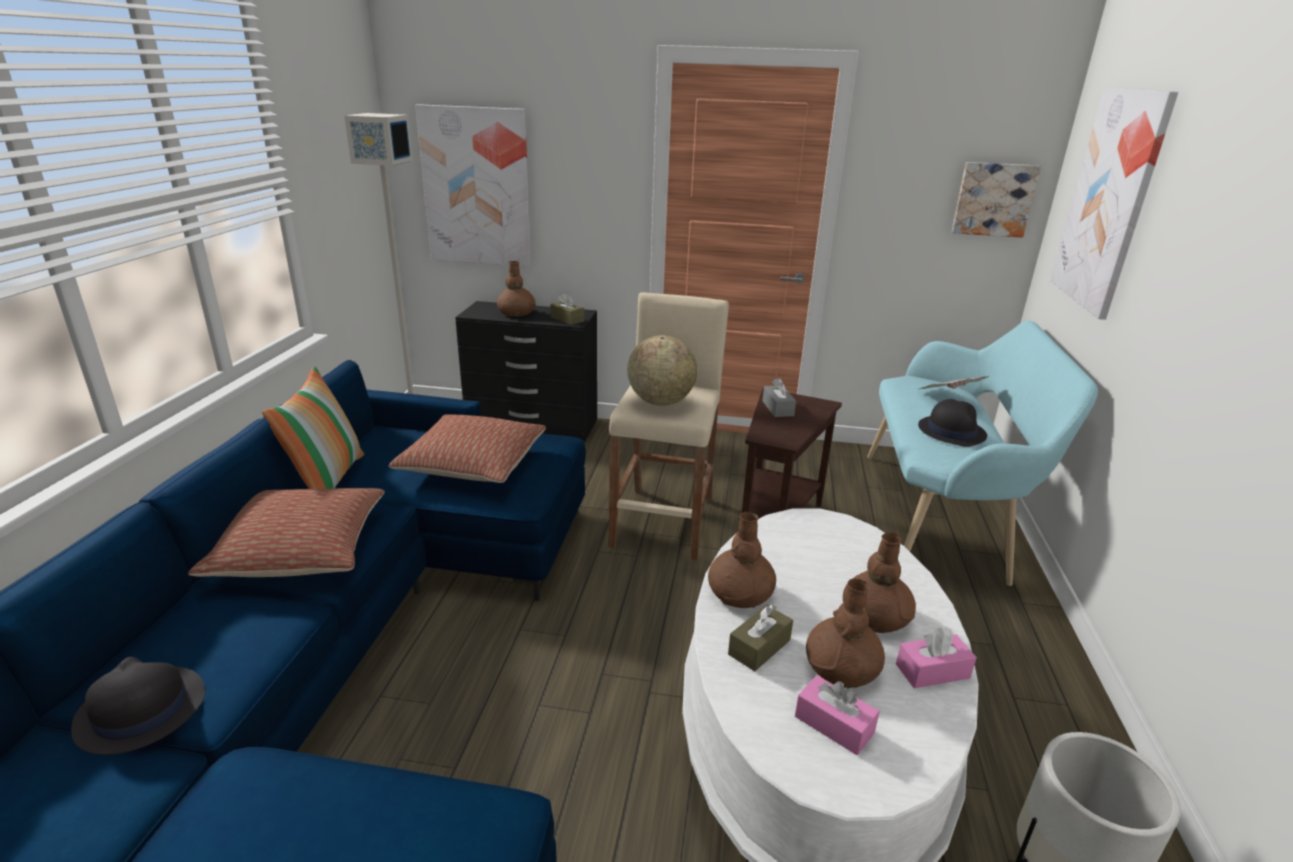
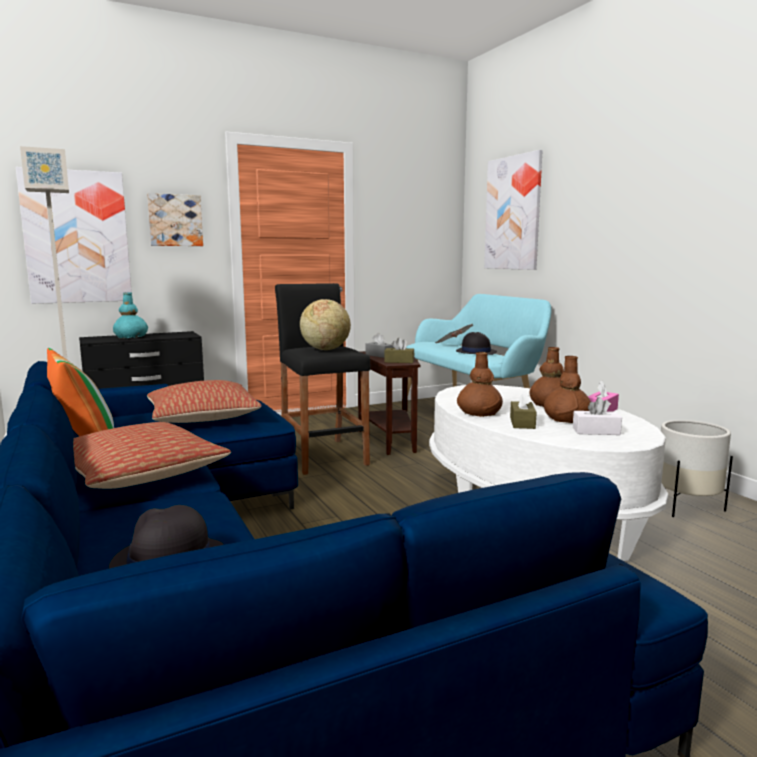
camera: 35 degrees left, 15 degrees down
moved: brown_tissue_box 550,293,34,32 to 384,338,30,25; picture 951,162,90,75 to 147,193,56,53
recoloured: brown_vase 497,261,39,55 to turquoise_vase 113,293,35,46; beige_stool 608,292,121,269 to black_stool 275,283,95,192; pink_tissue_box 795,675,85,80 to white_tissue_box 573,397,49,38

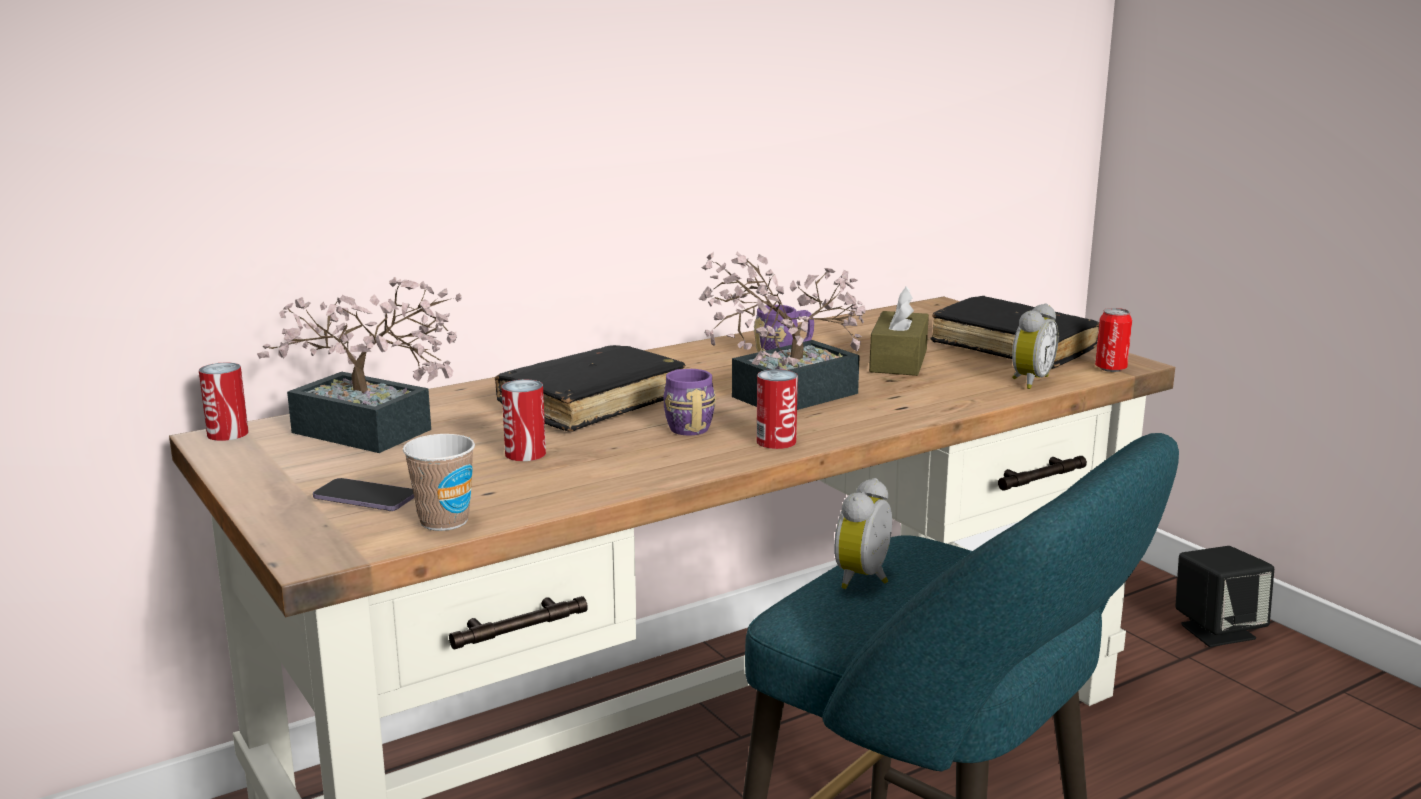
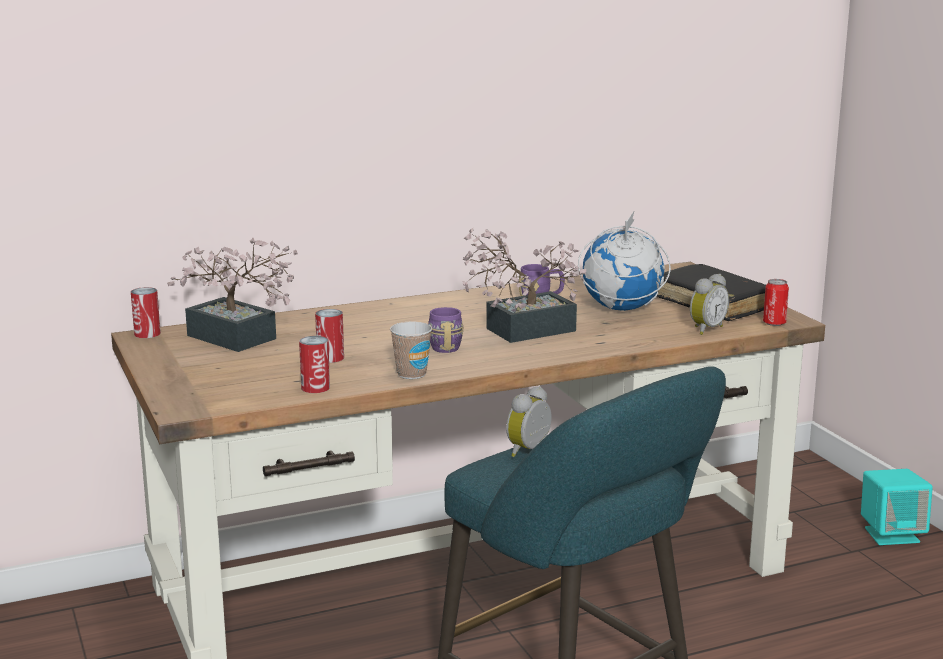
camera: 10 degrees right, 0 degrees up
removed: phone 313,478,101,33; black_book 495,345,191,87
moved: cup 403,434,72,97 to 390,322,42,57; can 756,369,42,80 to 299,336,31,57
replaced: brown_tissue_box 869,287,60,89 to globe 578,210,93,101
recoloured: black_speaker 1175,546,99,101 to turquoise_speaker 861,469,72,76

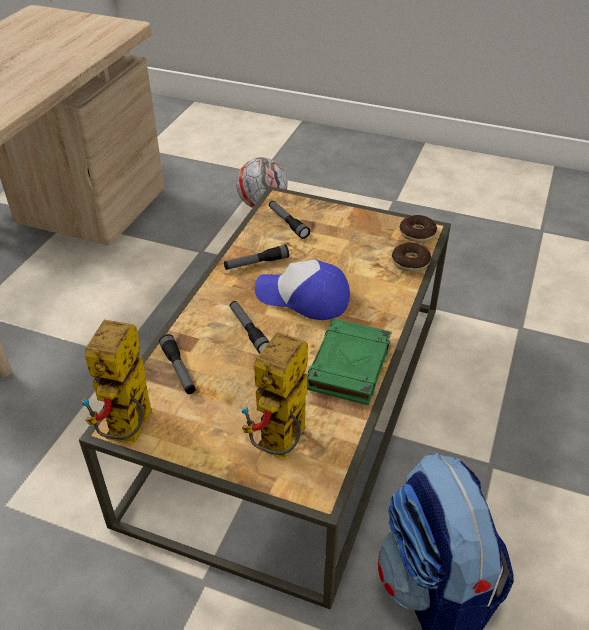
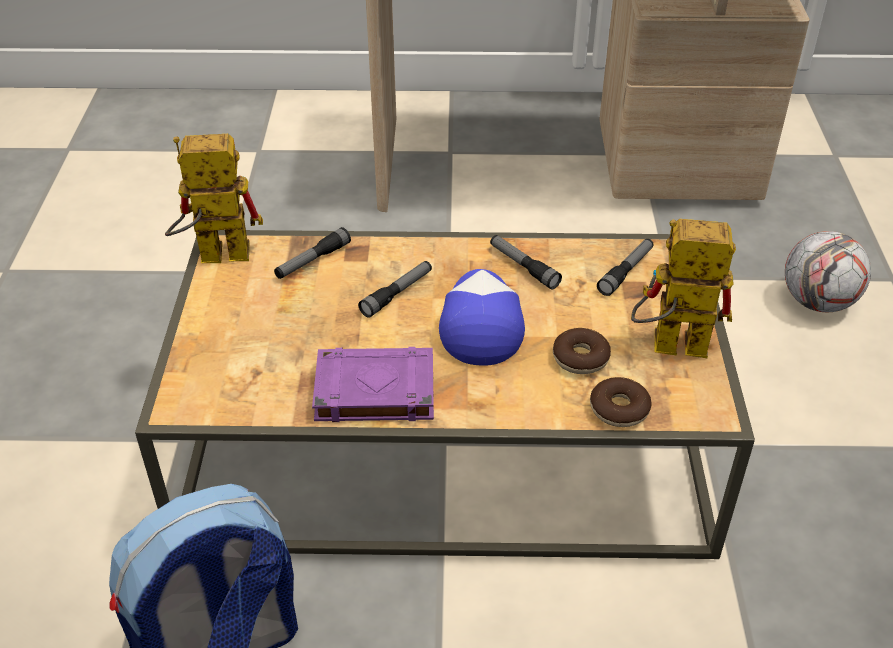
camera: 70 degrees right, 0 degrees up
moved: toy_robot 241,331,67,128 to 631,219,105,139; donut 400,215,37,28 to 553,328,58,46
recoloured: green_book 307,319,85,86 to purple_book 312,347,122,75

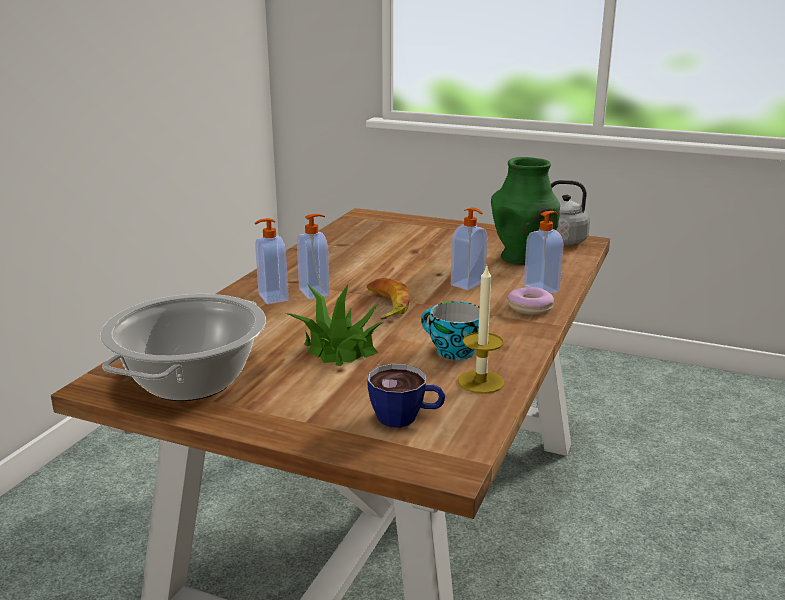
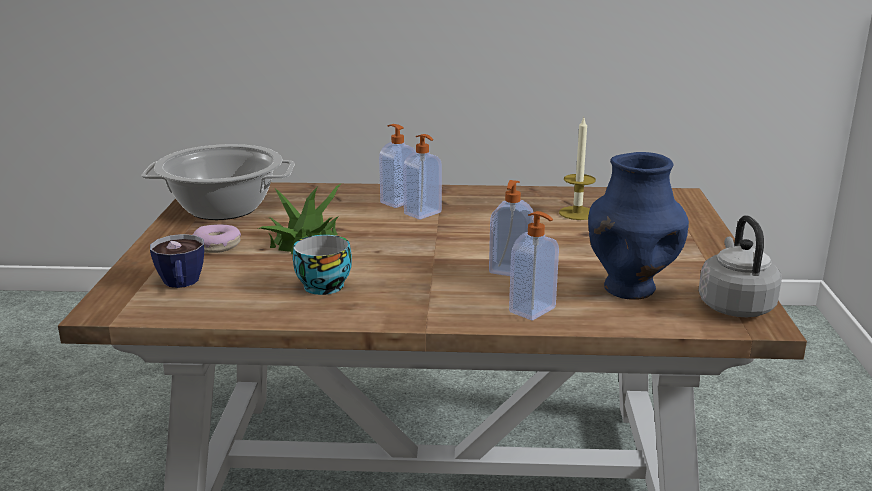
camera: 70 degrees right, 0 degrees up
removed: banana 367,278,43,42
moved: candle 458,264,46,130 to 559,118,37,102; donut 507,287,47,28 to 193,225,48,28
recoloured: green_vase 491,157,69,108 to blue_vase 588,152,101,148

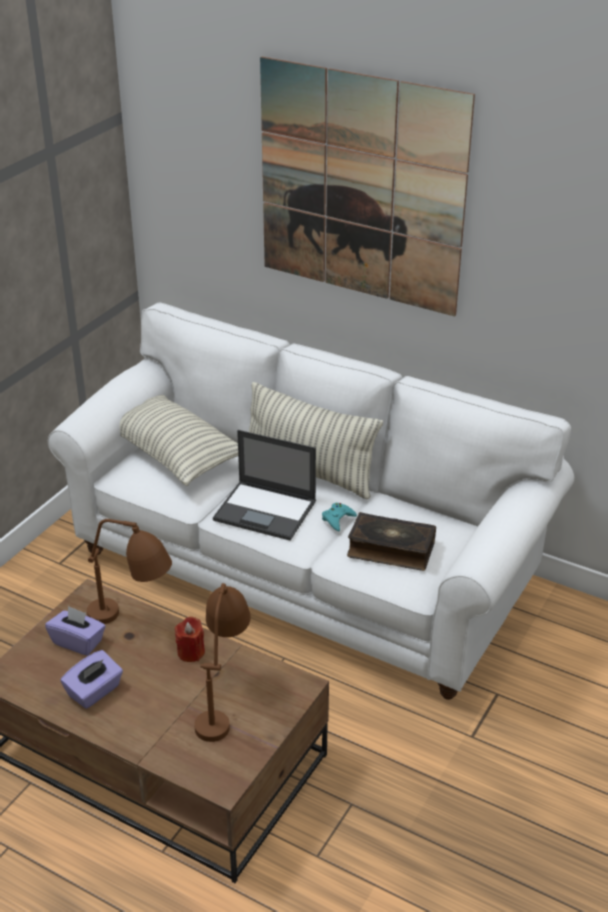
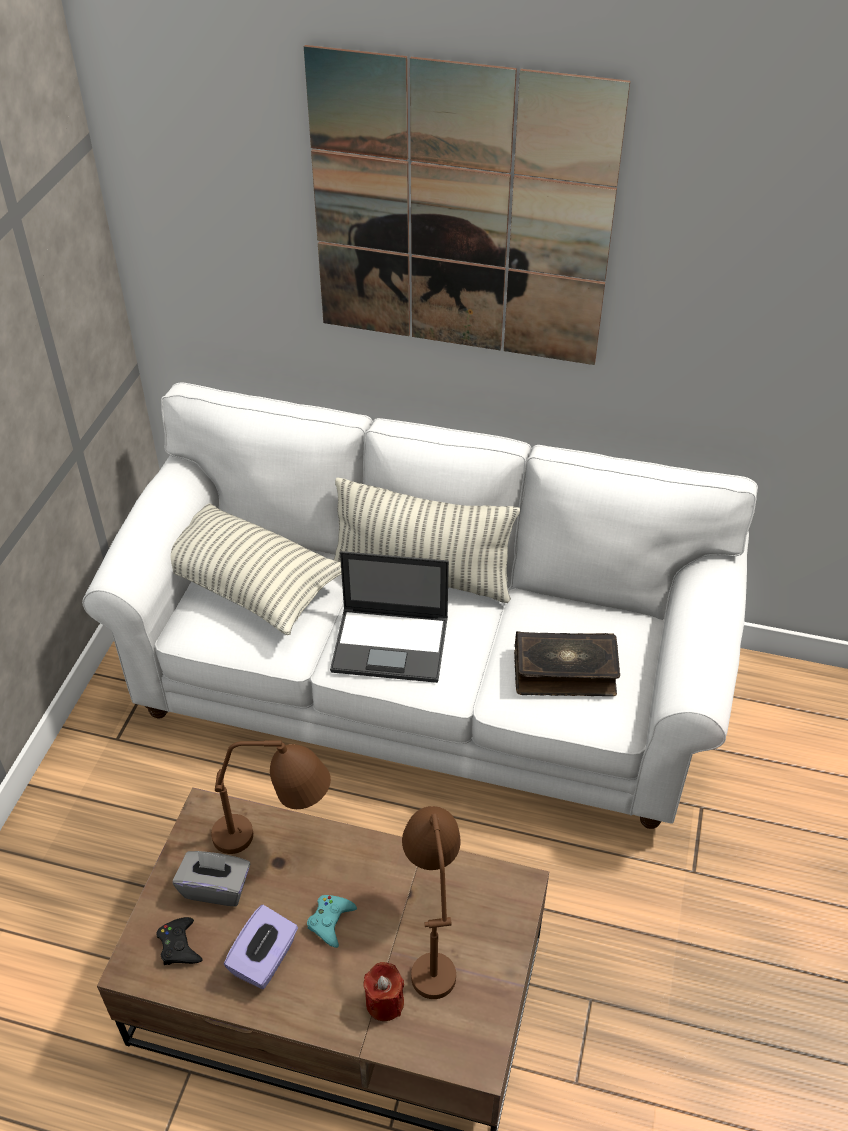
camera: 15 degrees left, 10 degrees up
added: black_game_controller 157,917,46,48
moved: red_candle 175,617,30,45 to 363,962,41,59; turquoise_game_controller 322,503,35,28 to 307,895,50,53
recoloured: purple_tissue_box 45,606,61,50 to grey_tissue_box 173,851,78,56

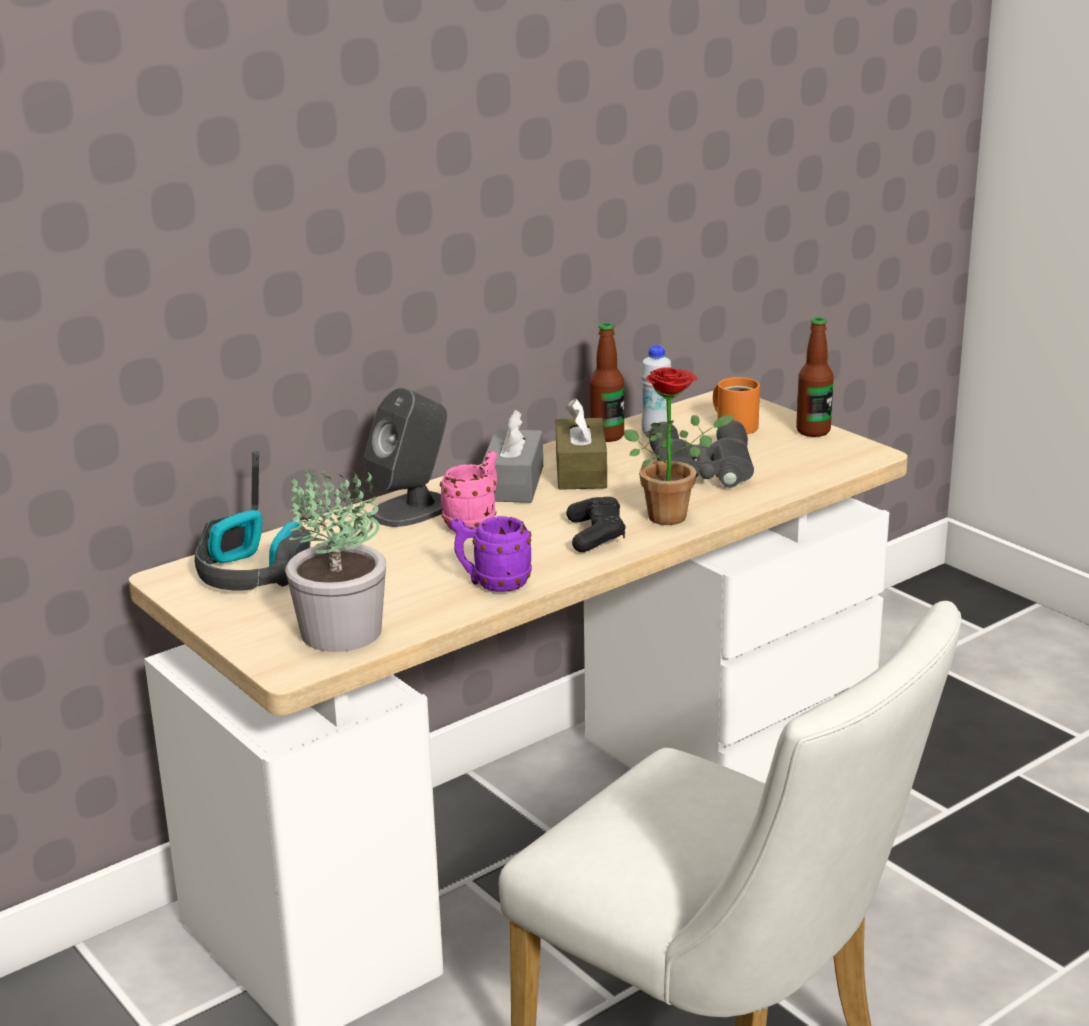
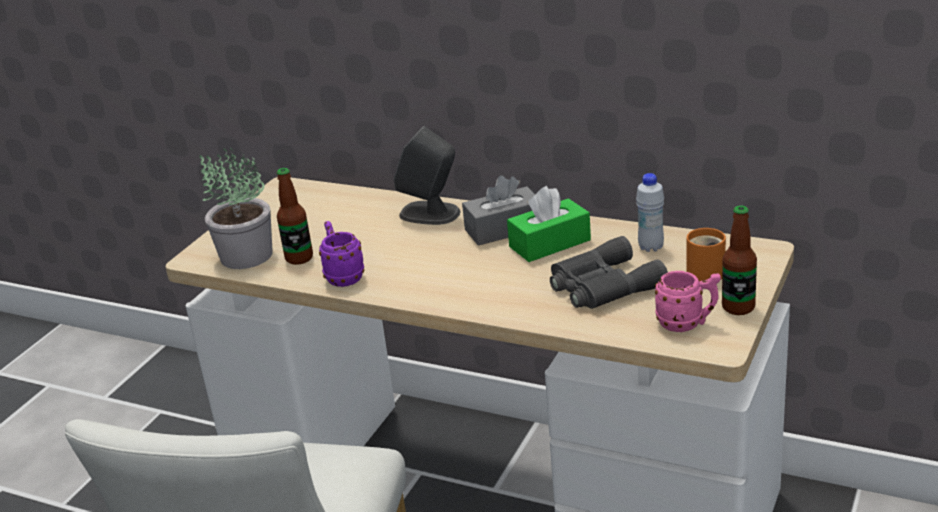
camera: 65 degrees right, 5 degrees up
removed: headphones 195,450,116,141; black_game_controller 566,497,59,55; potted_plant 624,367,110,158
moved: pink_mug 440,451,57,81 to 655,271,66,61; bottle 590,323,34,119 to 277,168,36,97
recoloured: brown_tissue_box 555,398,52,92 to green_tissue_box 507,186,84,76

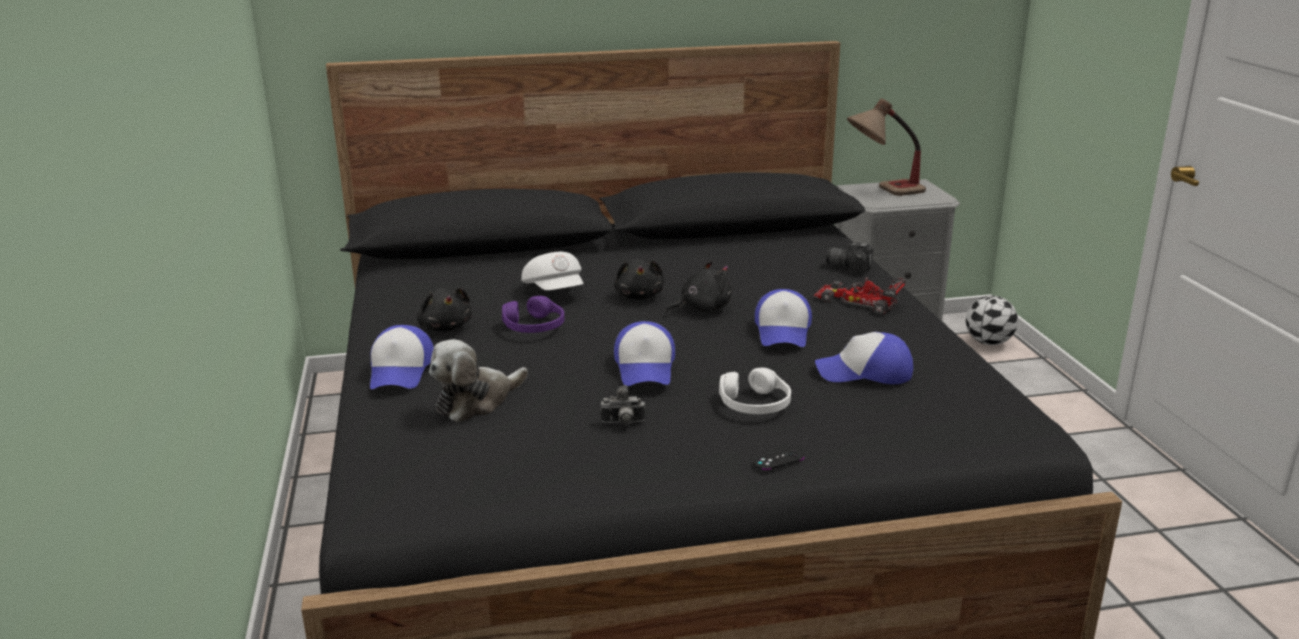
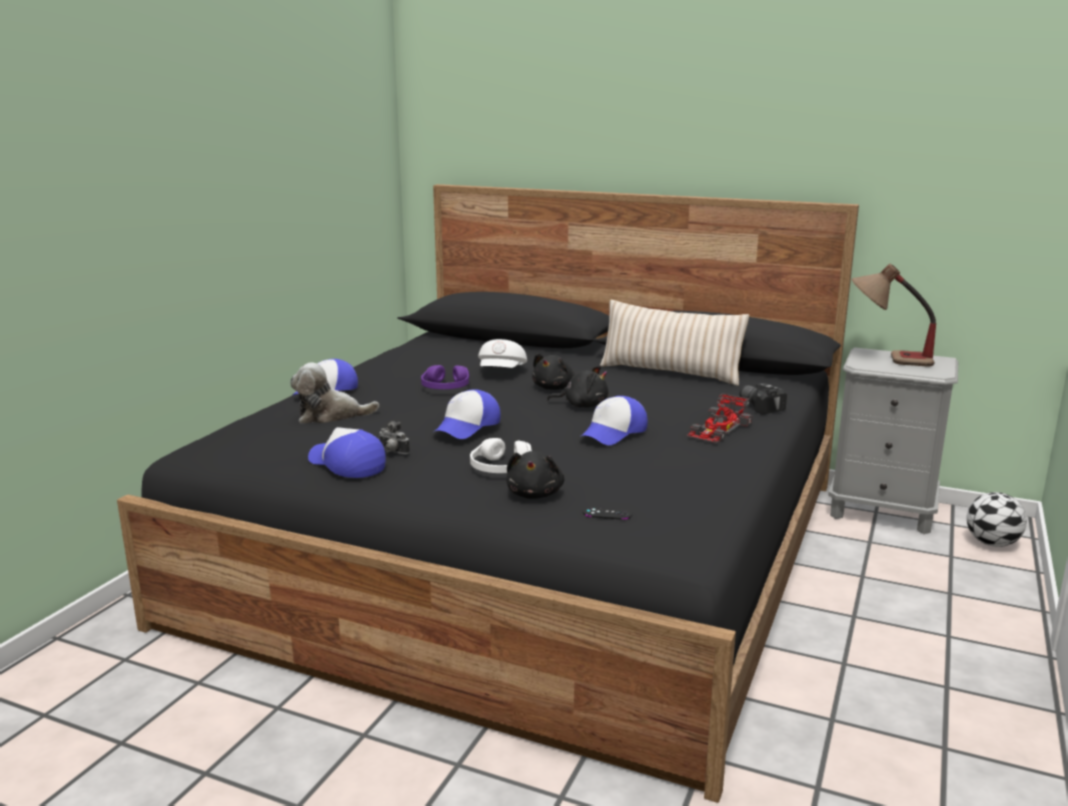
camera: 35 degrees right, 5 degrees down
added: beige_pillow 600,300,149,86
moved: black_plush_toy 417,288,55,44 to 506,451,59,48; black_game_controller 753,448,52,22 to 583,507,49,13; cap 815,332,98,52 to 308,427,78,51
turned: toy_car 813,277,93,38 = 687,393,65,50 120 degrees counterclockwise

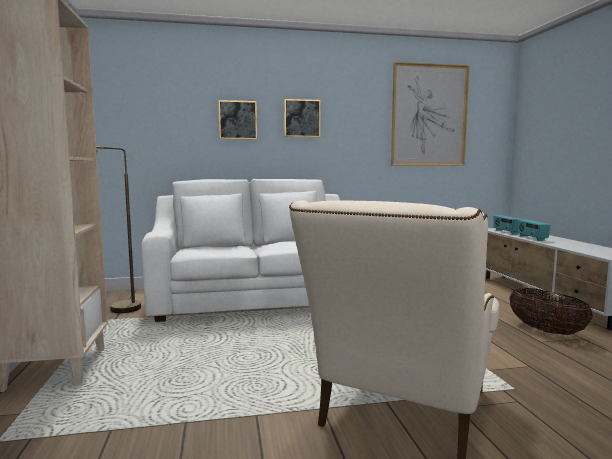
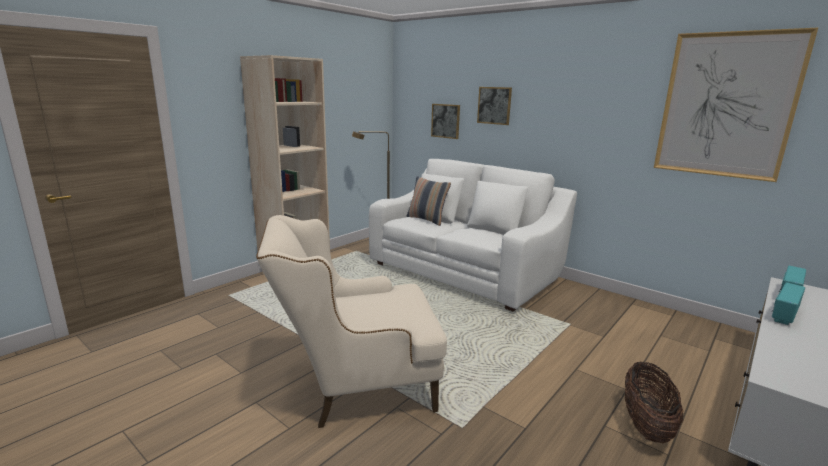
camera: 50 degrees right, 10 degrees up
added: pillow 407,176,44,50
moved: picture 284,99,37,38 to 431,104,29,35

